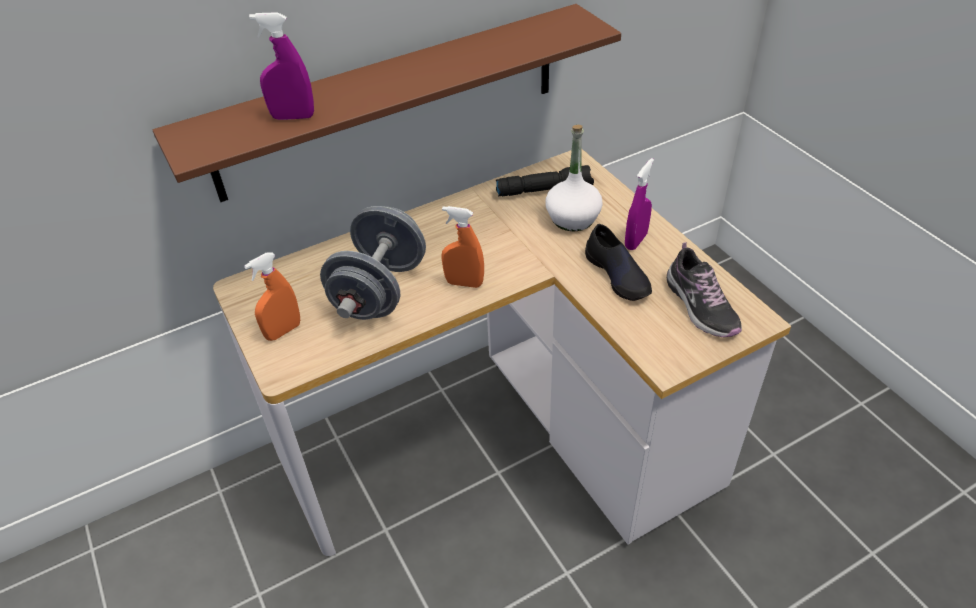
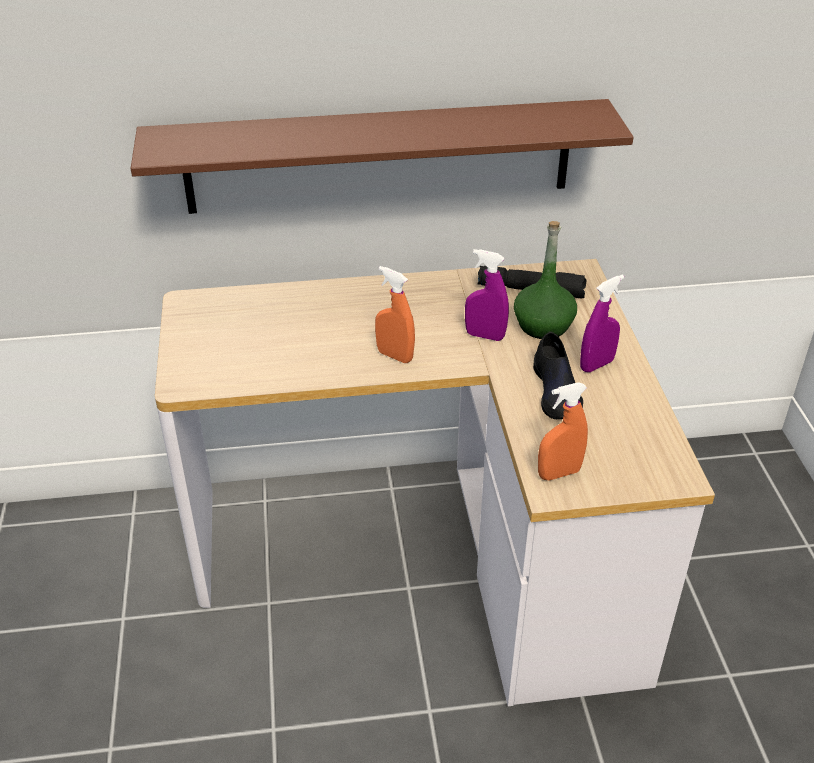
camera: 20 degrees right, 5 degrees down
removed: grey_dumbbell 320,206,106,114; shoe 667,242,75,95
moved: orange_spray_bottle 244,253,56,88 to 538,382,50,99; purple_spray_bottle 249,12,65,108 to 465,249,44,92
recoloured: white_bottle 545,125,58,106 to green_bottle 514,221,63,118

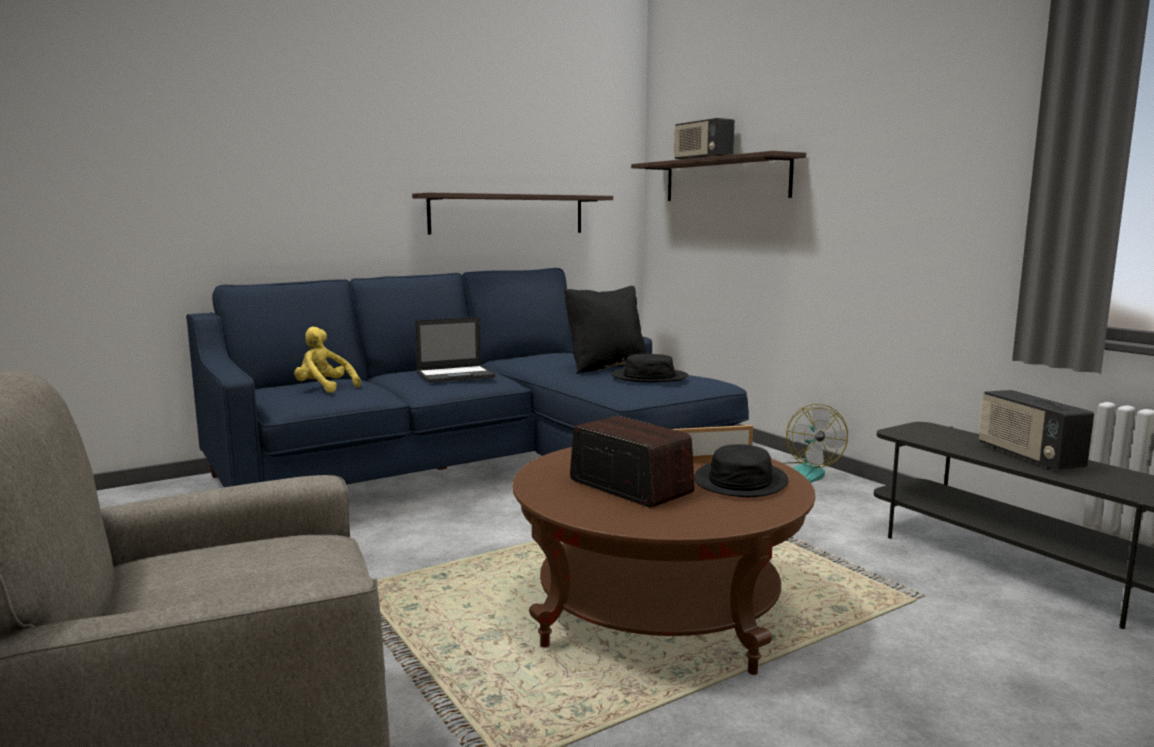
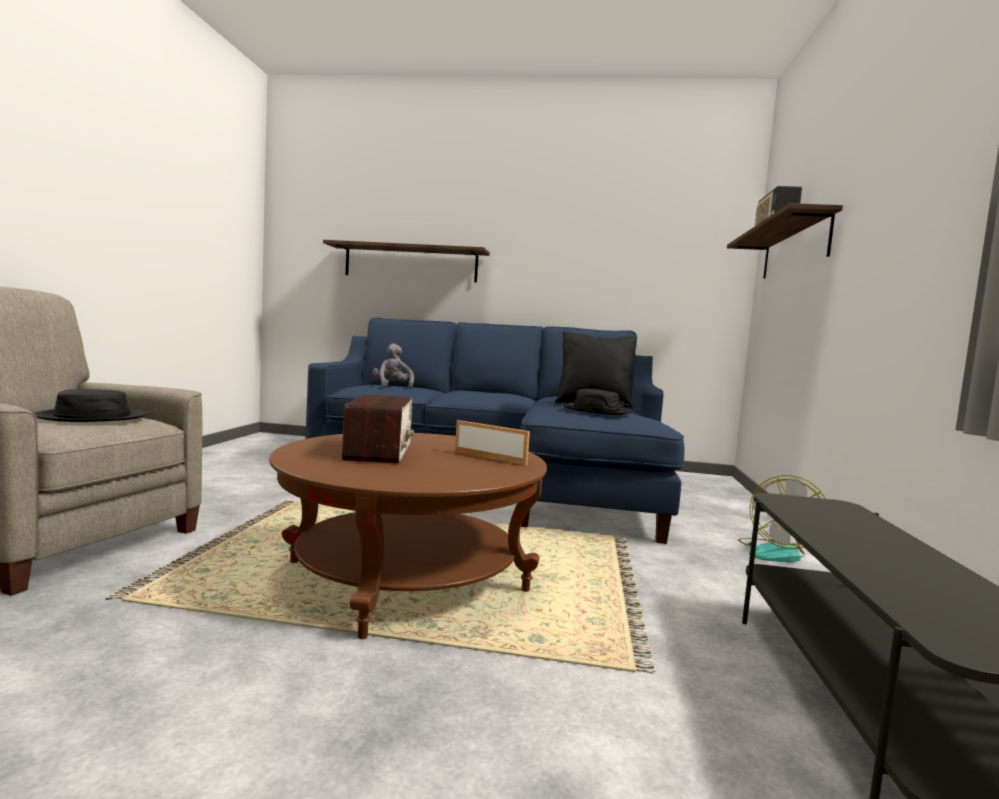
camera: 40 degrees right, 5 degrees down
removed: laptop 415,317,81,66; radio 978,390,116,80
moved: shelf 412,193,201,41 to 323,240,167,42; black_hat 694,444,94,53 to 33,389,115,33
recoloured: yellow_plush_toy 294,327,67,66 to grey_plush_toy 373,343,41,46

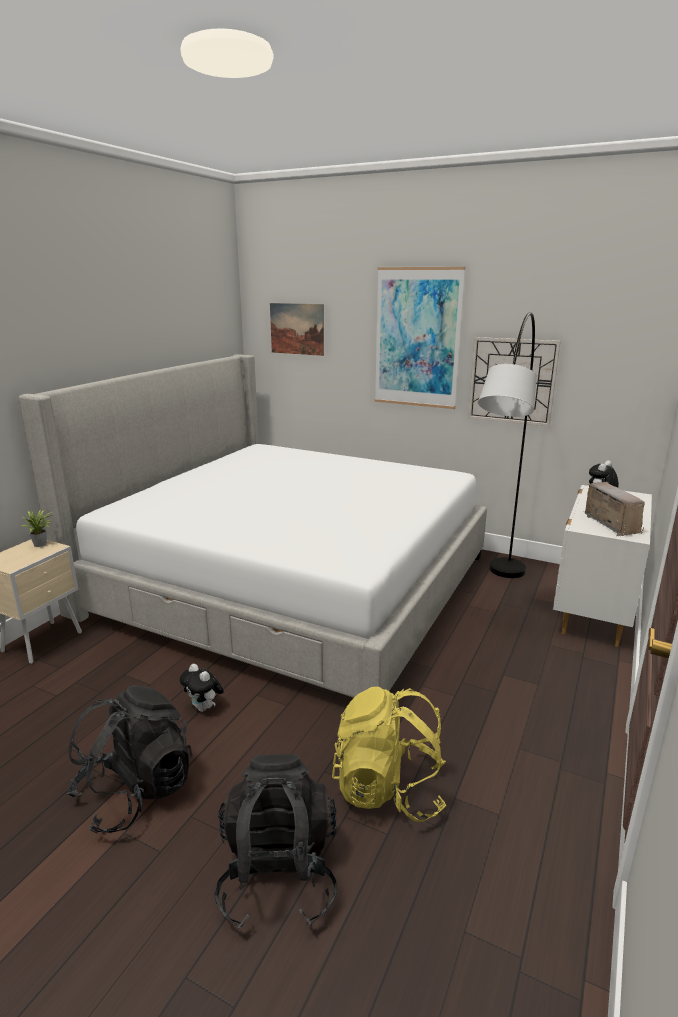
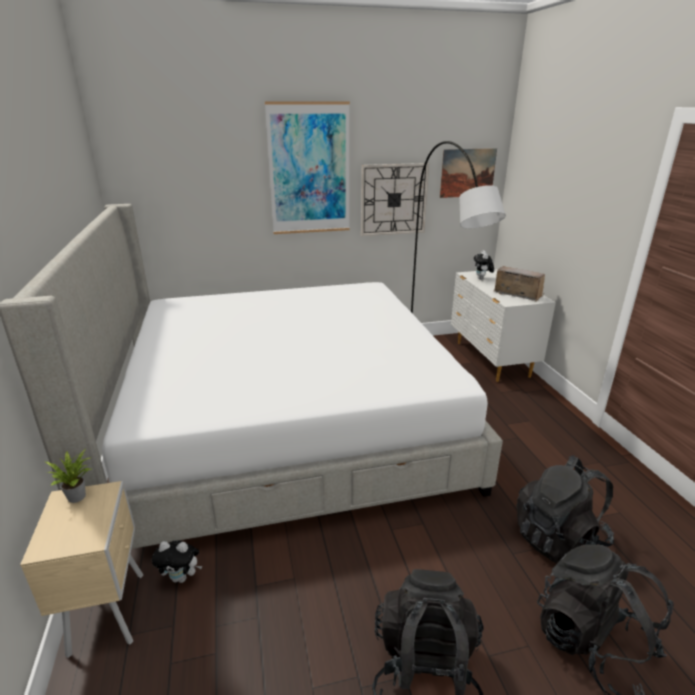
camera: 40 degrees left, 5 degrees up
moved: plush_toy 179,664,45,48 to 152,541,50,42; picture 270,303,54,53 to 440,148,57,50
recoloured: yellow_backpack 332,687,114,135 to black_backpack 517,455,97,108

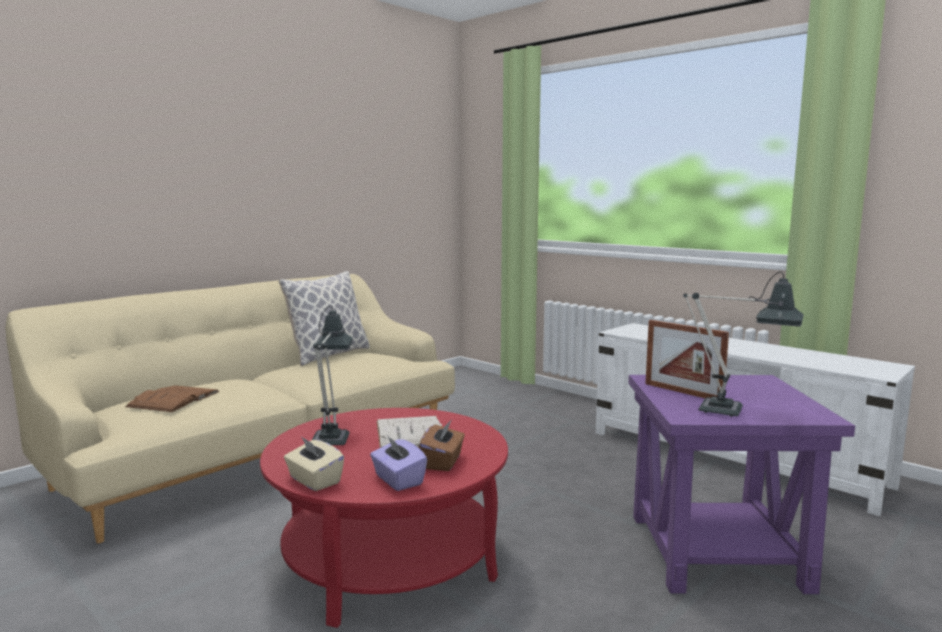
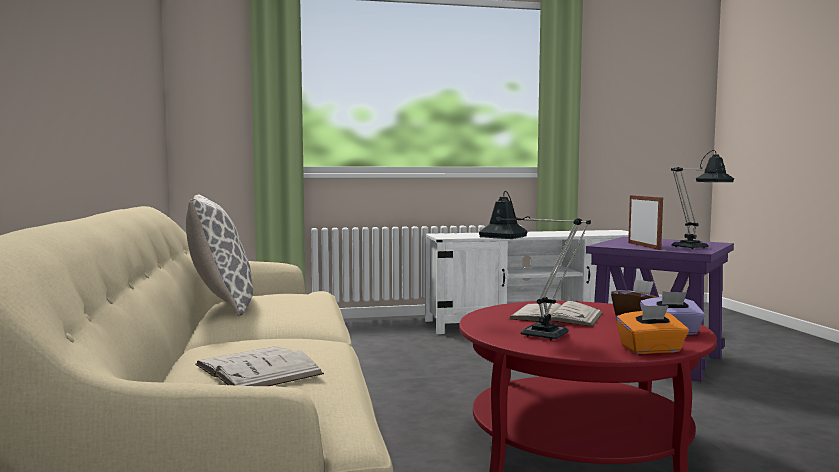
camera: 55 degrees left, 5 degrees down
recoloured: brown_book 125,385,95,27 to white_book 195,347,129,39; beige_tissue_box 284,436,60,55 to orange_tissue_box 616,305,73,49
turned: picture_frame 645,320,84,78 = 628,195,35,55 90 degrees counterclockwise

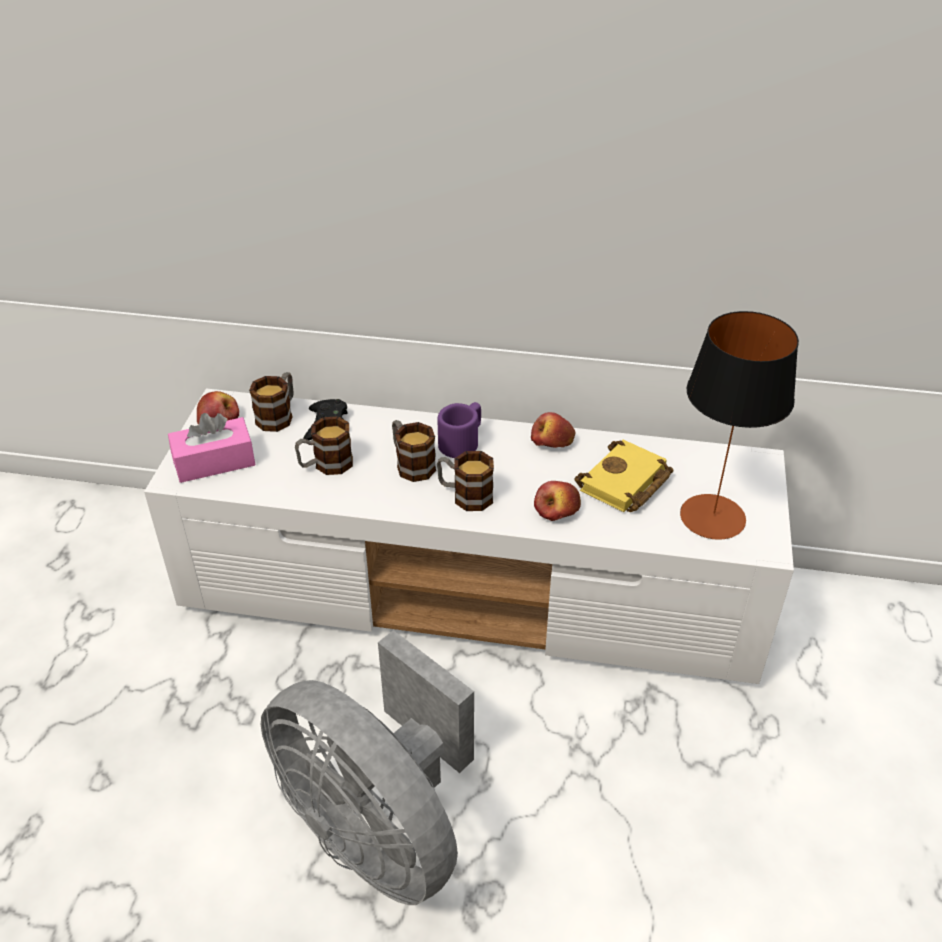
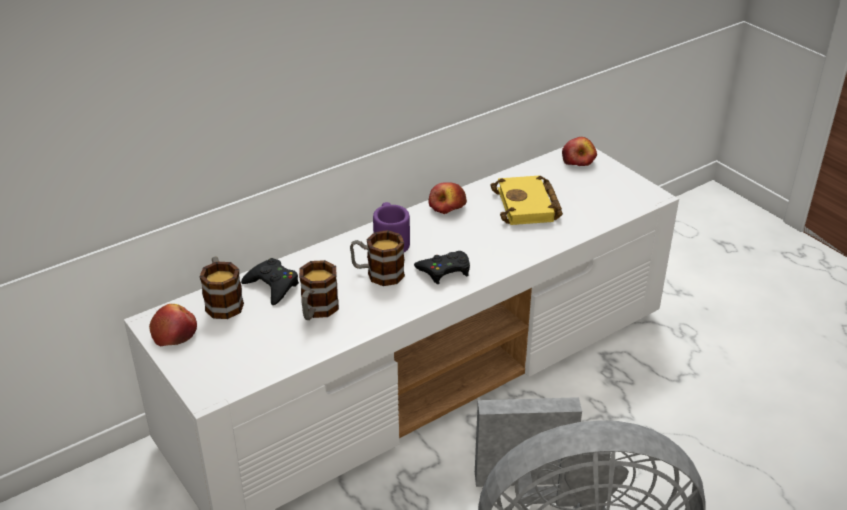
camera: 45 degrees left, 5 degrees down
removed: pink_tissue_box 168,413,88,70; table_lamp 680,311,119,229
moved: apple 534,481,47,40 to 562,137,35,29
replaced: mug 437,451,57,60 to black_game_controller 414,251,56,33

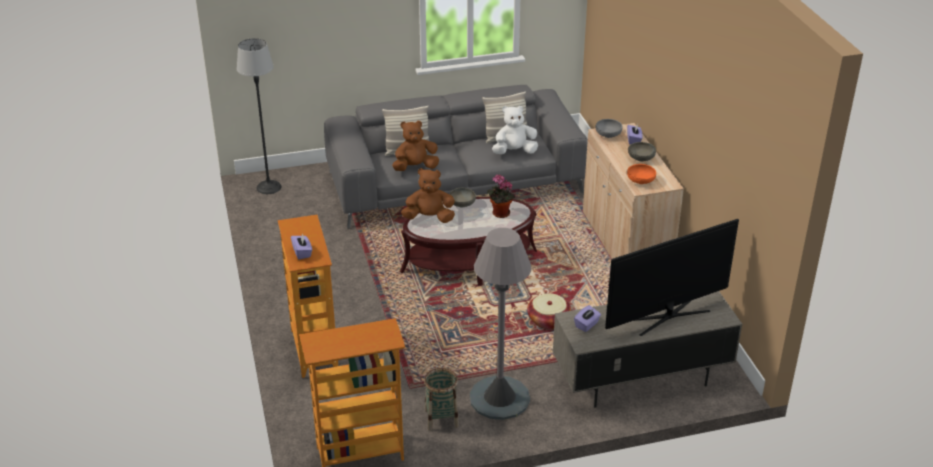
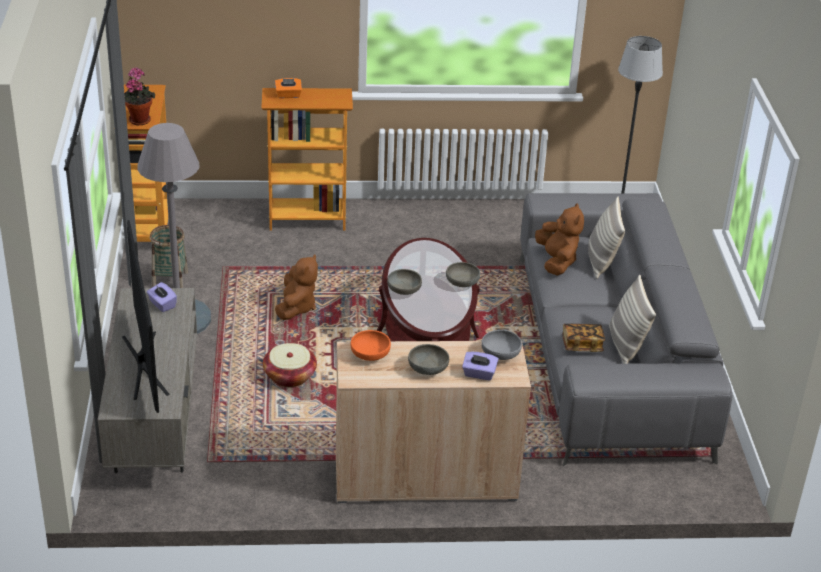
camera: 100 degrees right, 0 degrees up
added: grey_bowl 387,269,35,26
moved: brown_plush_toy 401,168,54,55 to 275,254,43,66; potted_plant 487,174,28,44 to 124,68,31,57
replaced: white_plush_toy 492,106,46,48 to book 562,324,43,28
recoloured: purple_tissue_box 291,233,21,26 to orange_tissue_box 275,78,27,20

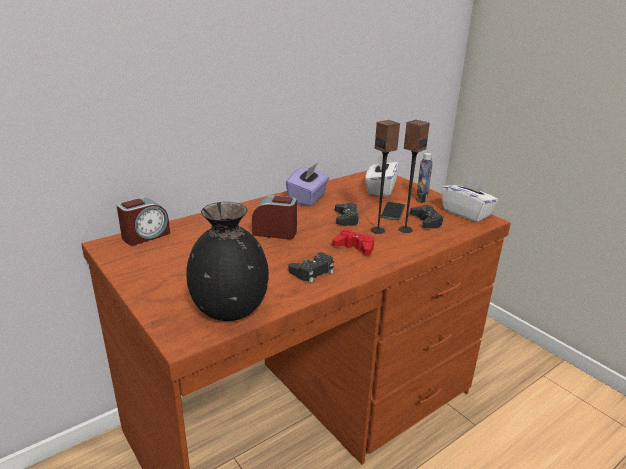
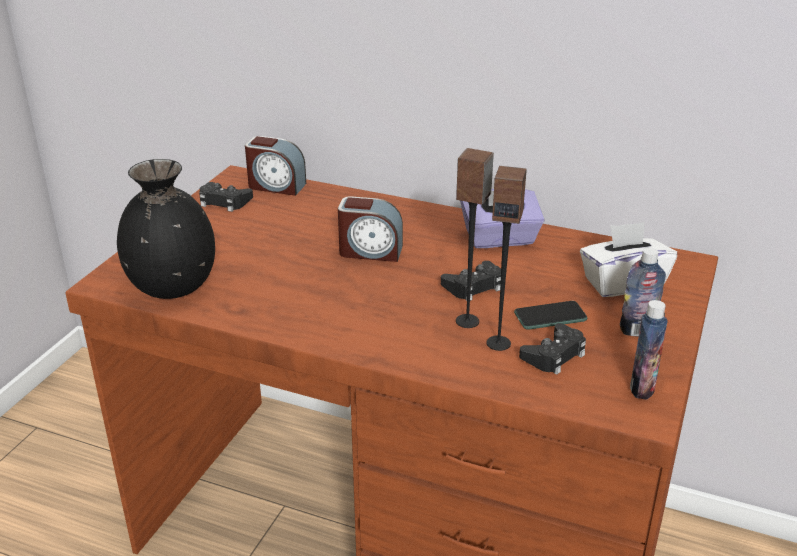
camera: 60 degrees right, 5 degrees up
removed: red_game_controller 332,229,42,26
moved: black_game_controller 288,252,46,31 to 199,182,54,30
replaced: white_tissue_box 441,174,57,48 to bottle 630,300,37,100
turned: alarm_clock 252,195,45,44 = 338,196,65,66 120 degrees clockwise

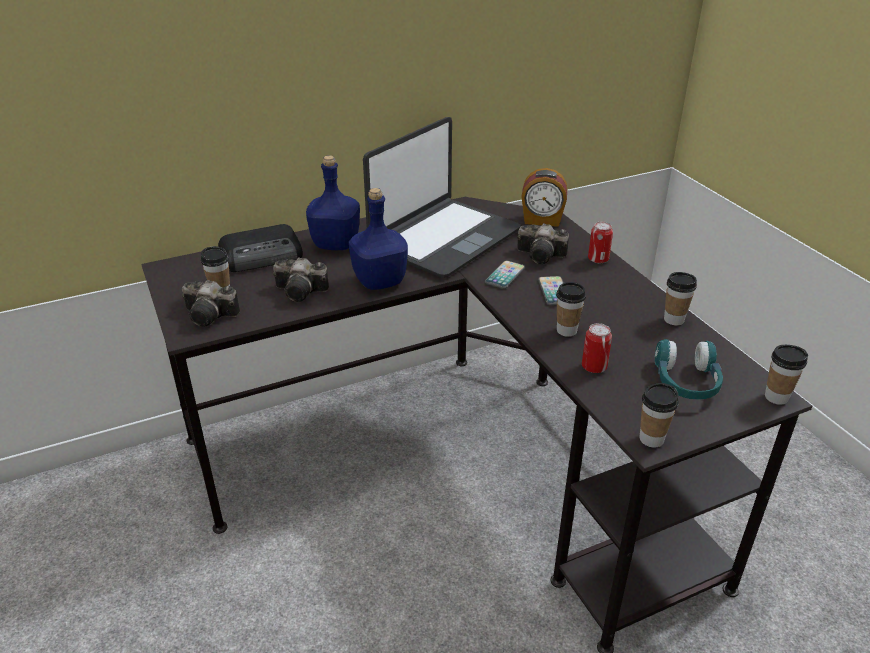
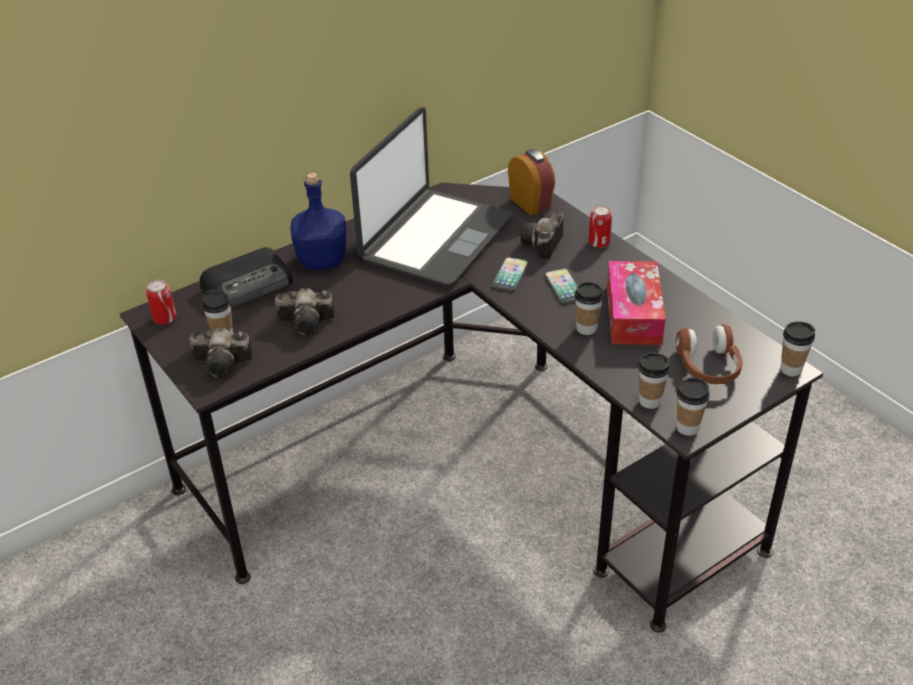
camera: 10 degrees left, 5 degrees up
removed: blue_bottle 349,188,59,102
added: tissue_box 607,261,58,84
moved: can 582,323,30,50 to 146,280,30,45; cup 664,272,33,54 to 638,353,32,56
recoloured: turquoise_headphones 655,339,68,61 to brown_headphones 676,324,66,60
turned: photo_camera 517,223,52,41 = 520,212,44,49 105 degrees clockwise; alarm_clock 522,168,45,59 = 508,149,47,66 120 degrees counterclockwise

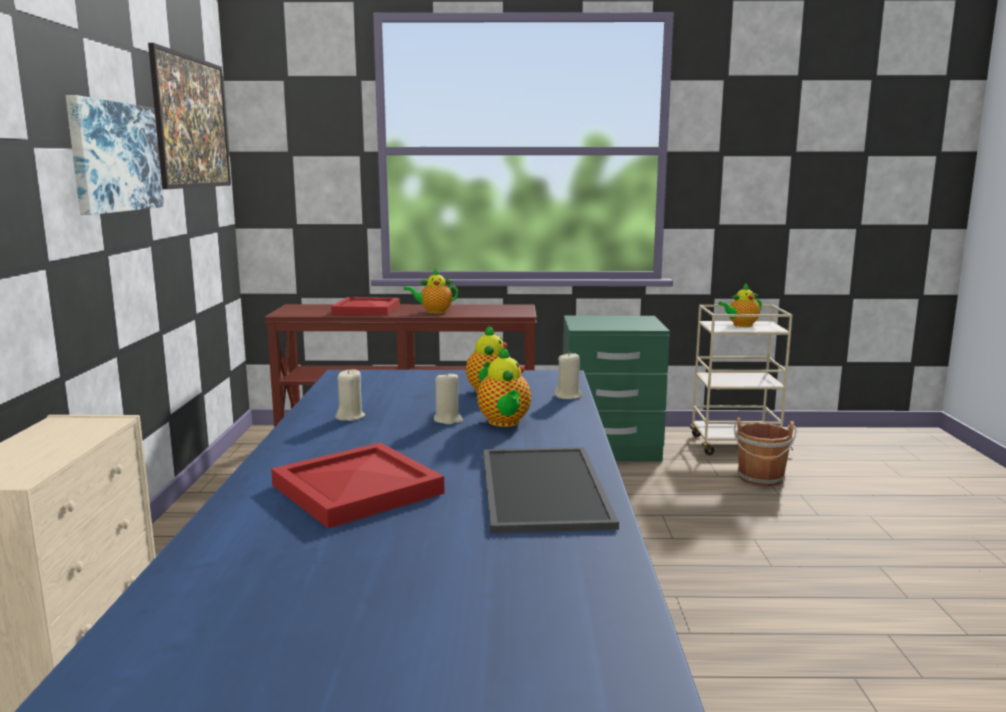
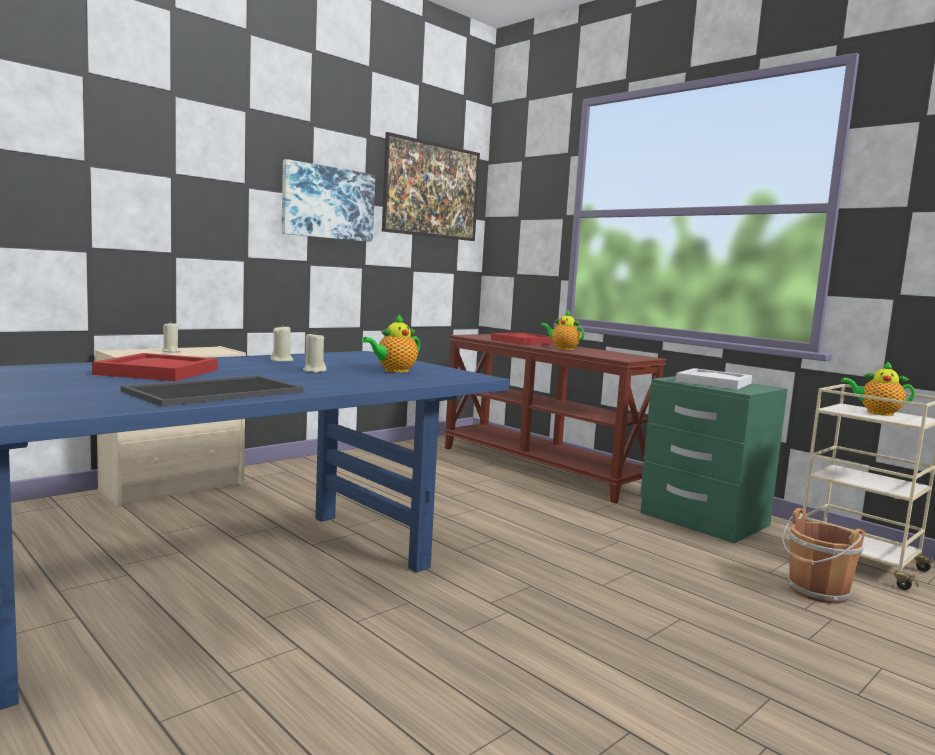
camera: 45 degrees right, 5 degrees down
removed: teapot 477,347,54,80
added: white_tray 676,368,76,22
moved: beige_candle 555,352,28,47 to 162,323,19,30

